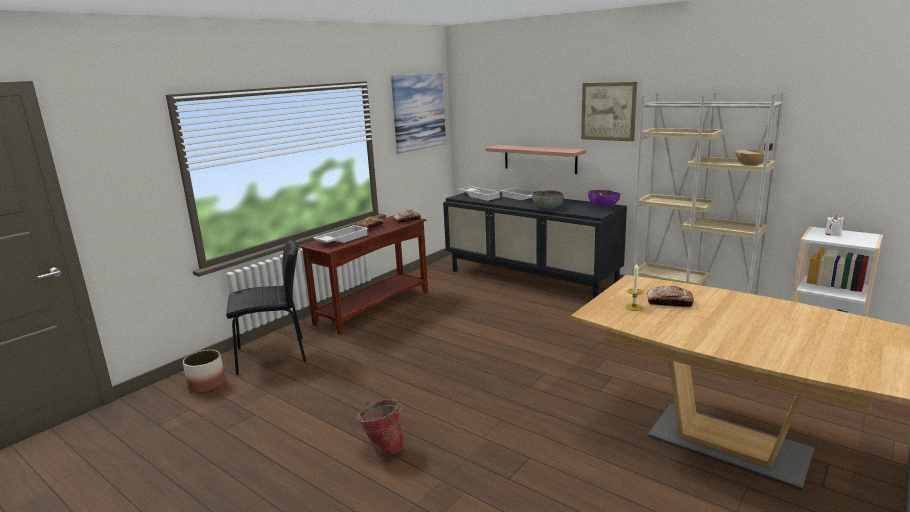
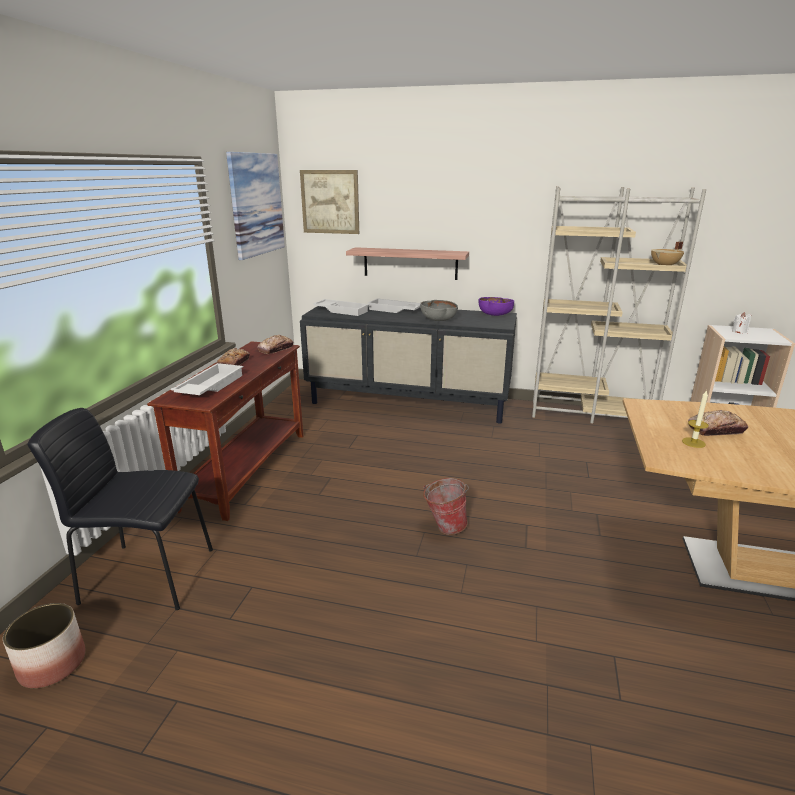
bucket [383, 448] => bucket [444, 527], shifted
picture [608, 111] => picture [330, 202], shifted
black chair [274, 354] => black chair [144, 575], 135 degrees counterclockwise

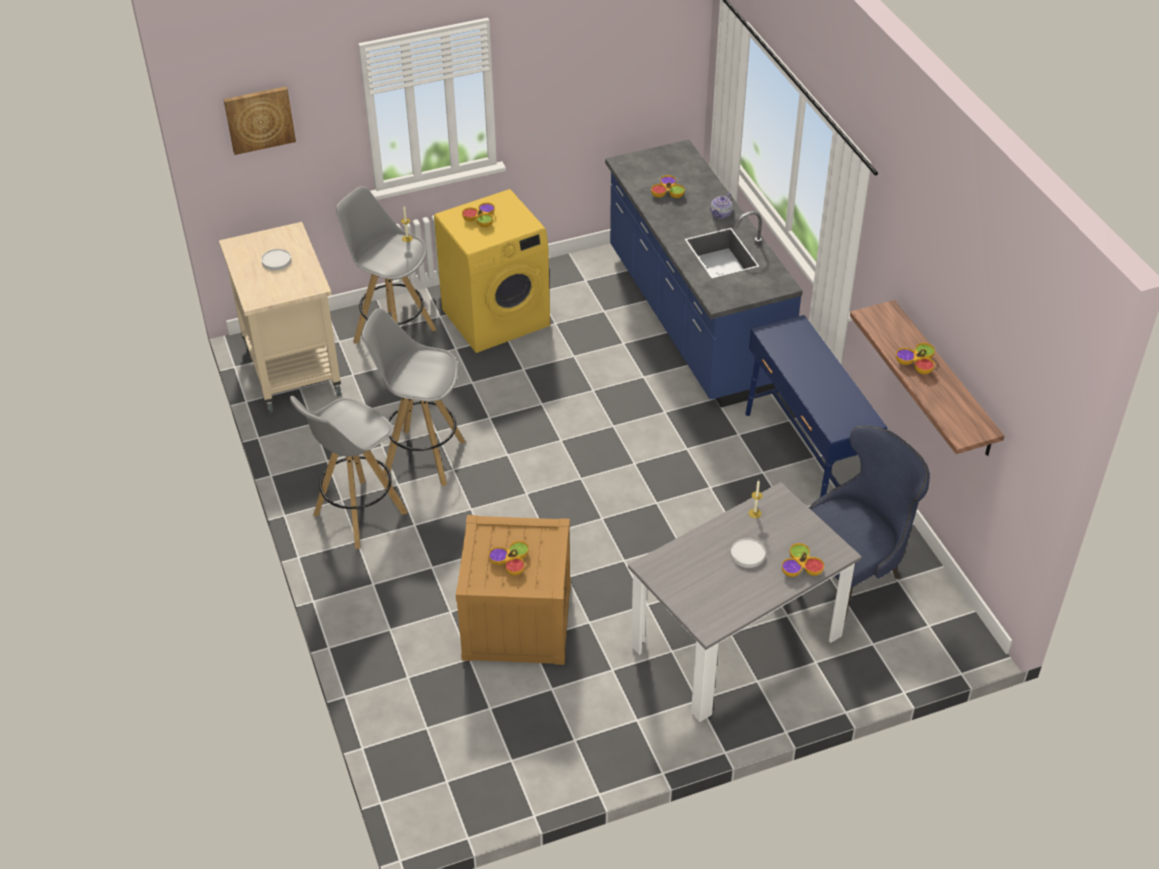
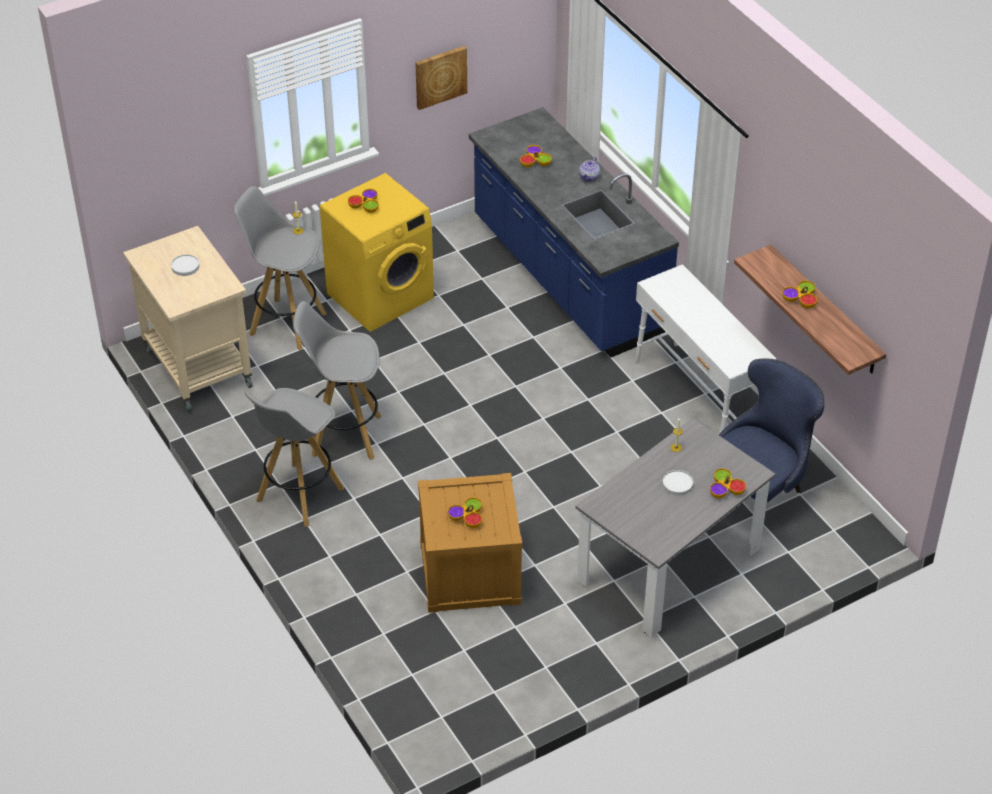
picture [259, 119] => picture [440, 76], shifted
blue console table [804, 460] => white console table [696, 397]

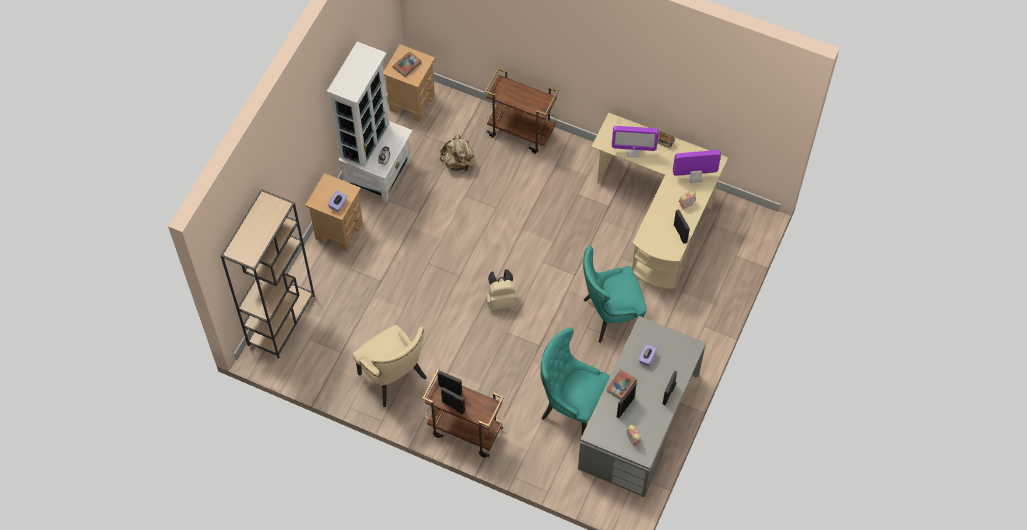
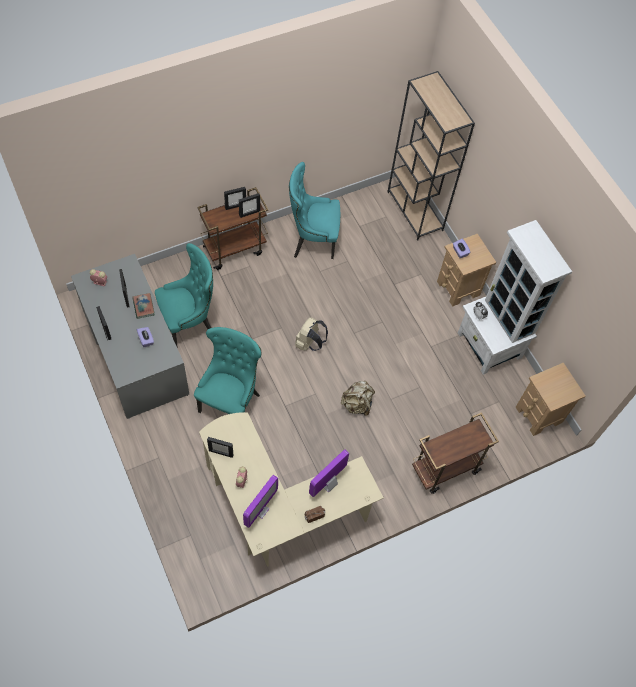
book [407, 65] => nothing
beige backpack [458, 162] => beige backpack [357, 404], shifted
beige chair [393, 378] => turquoise chair [312, 240]

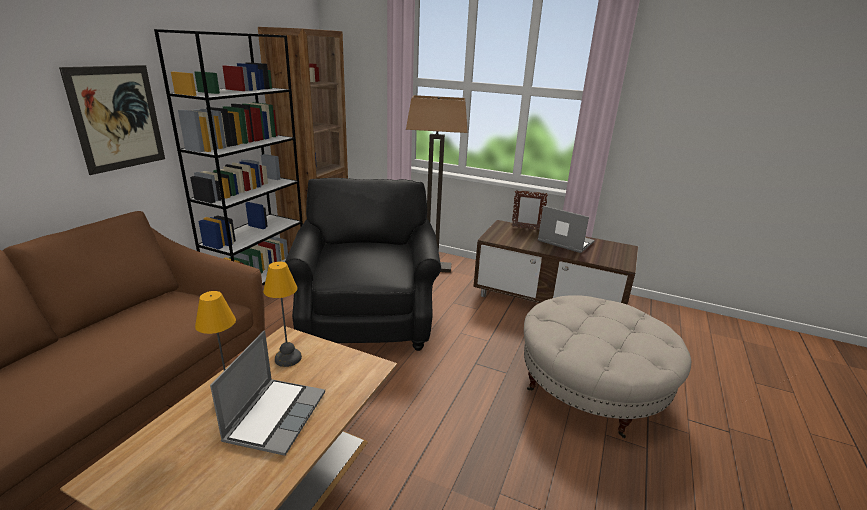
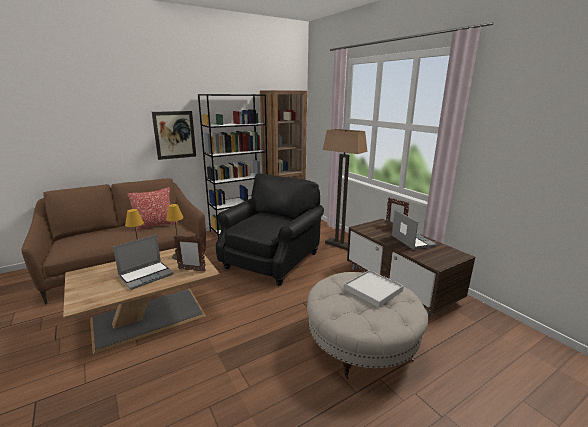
nothing => pillow [155, 226]
nothing => picture frame [191, 270]
nothing => white tray [373, 290]

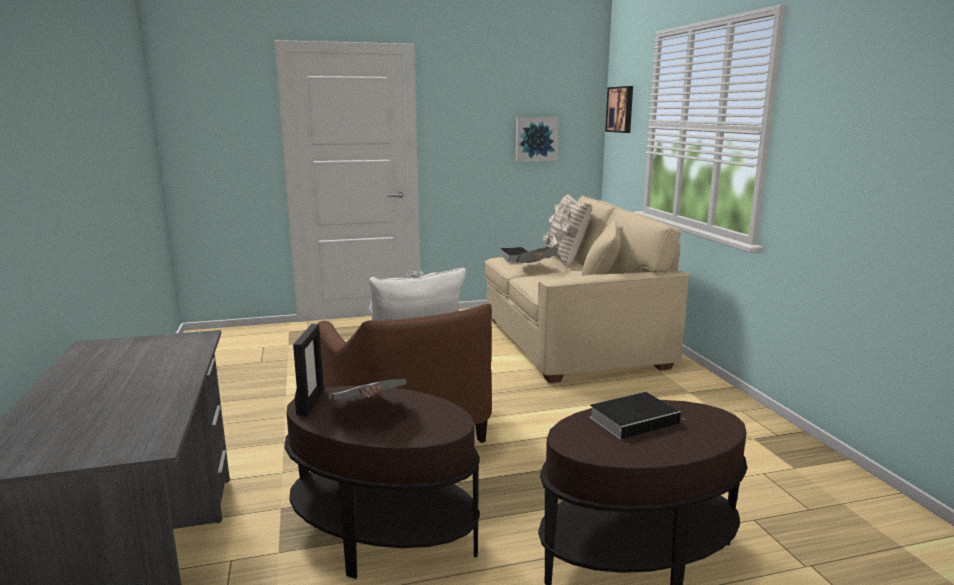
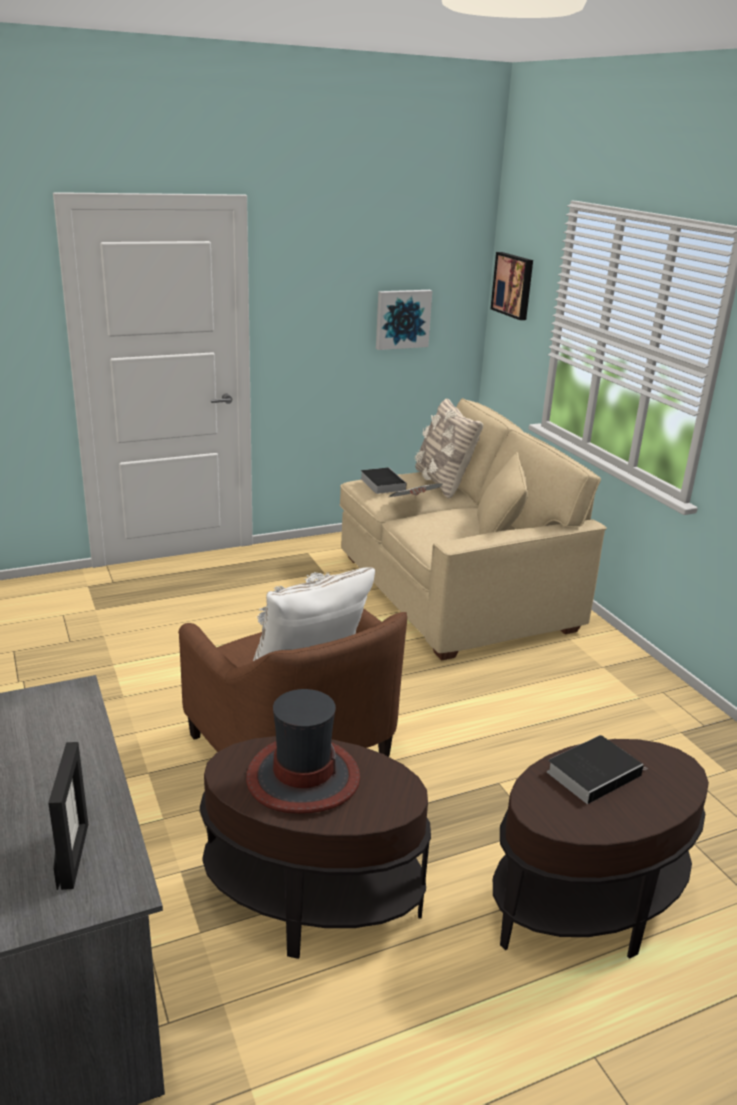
picture frame [310, 402] => picture frame [73, 855], shifted
newspaper [368, 410] => hat [302, 777]

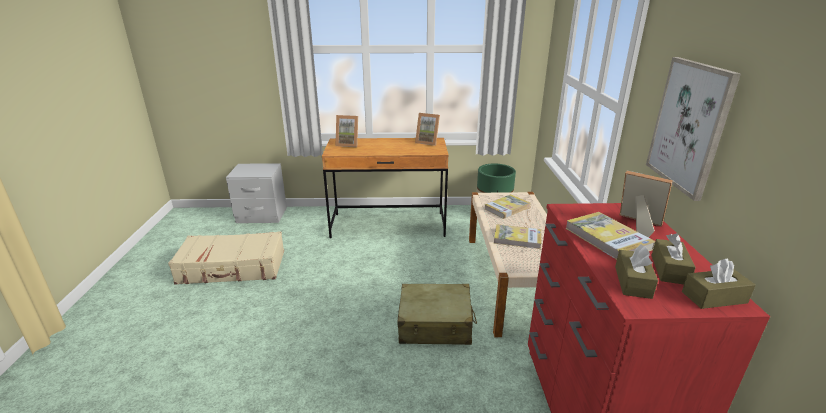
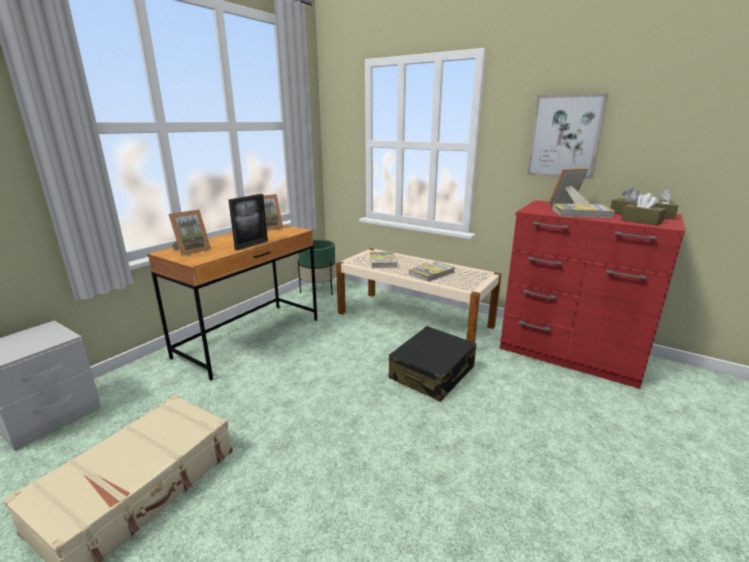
nothing => picture frame [251, 245]
beige suitcase [435, 324] => black suitcase [432, 373]

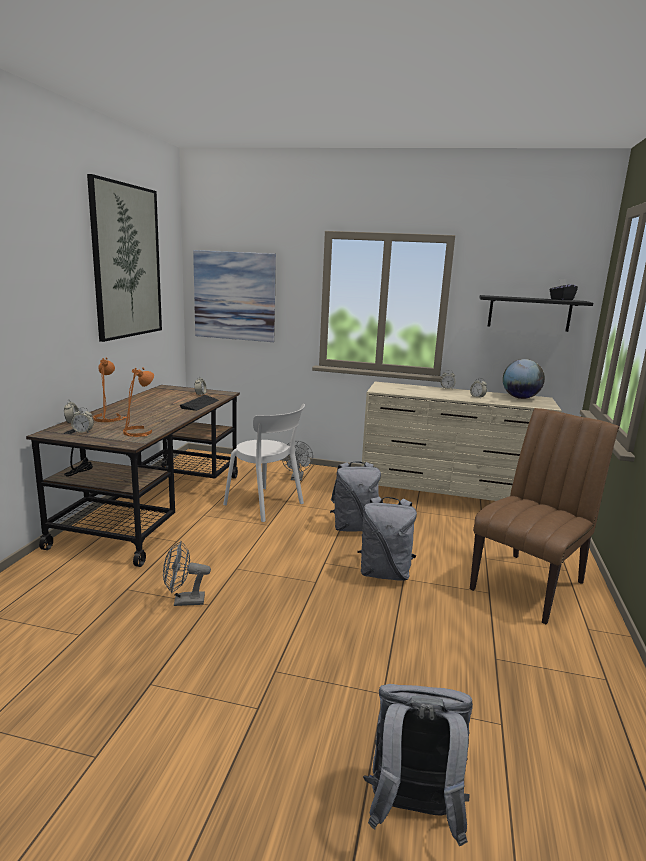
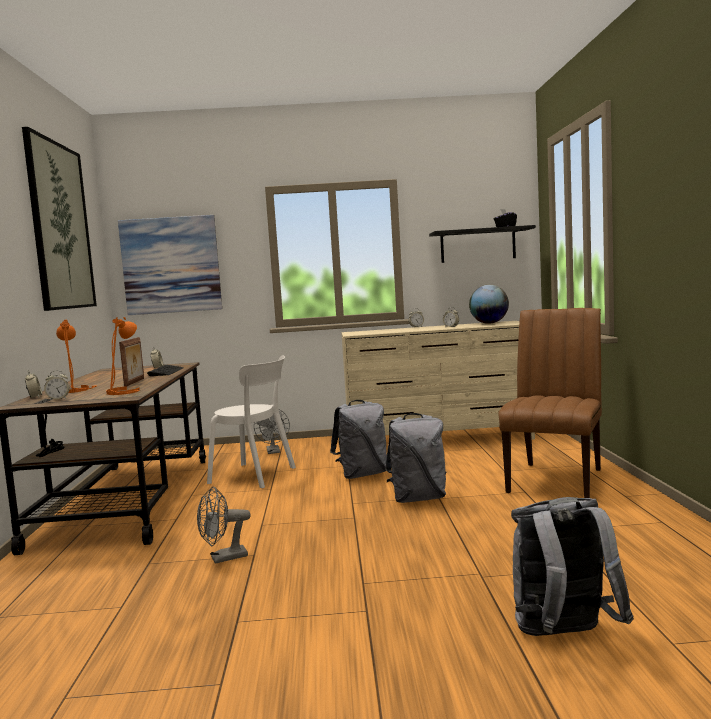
nothing => picture frame [135, 382]

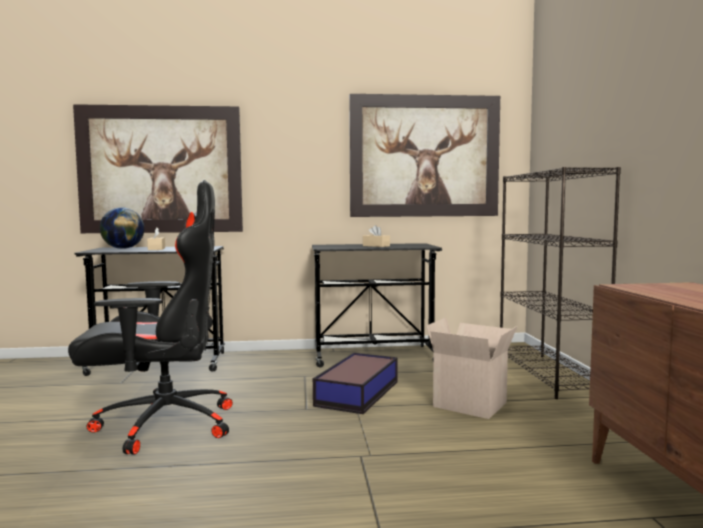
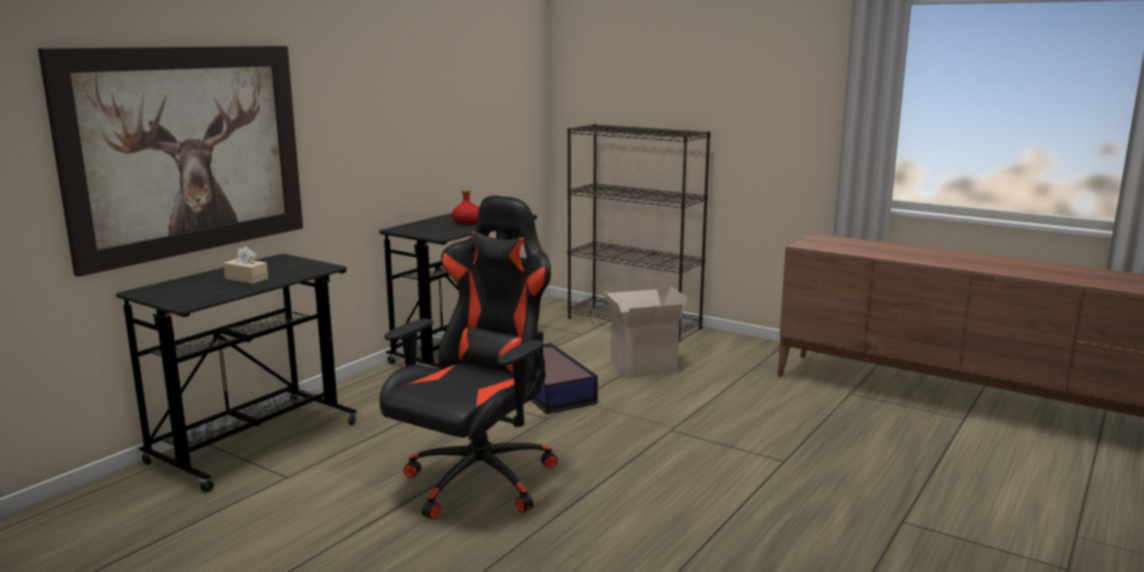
globe [123, 248] => nothing
picture [424, 156] => nothing
beige tissue box [376, 246] => red bottle [467, 222]

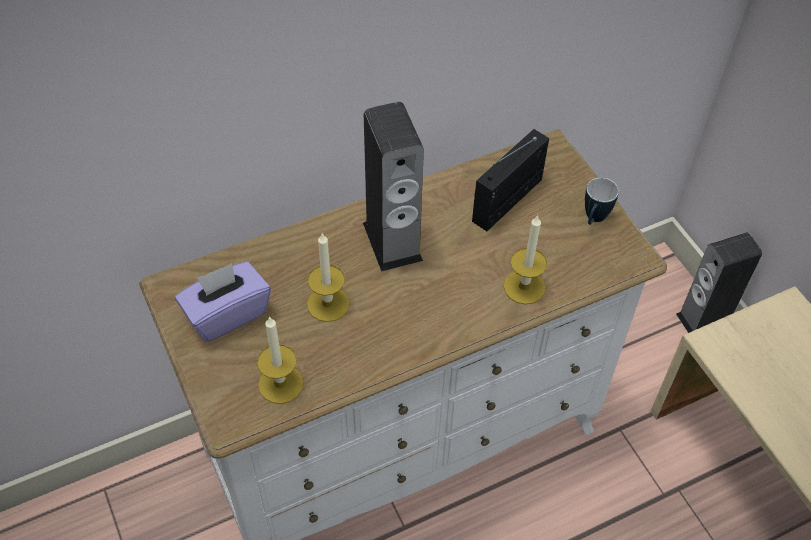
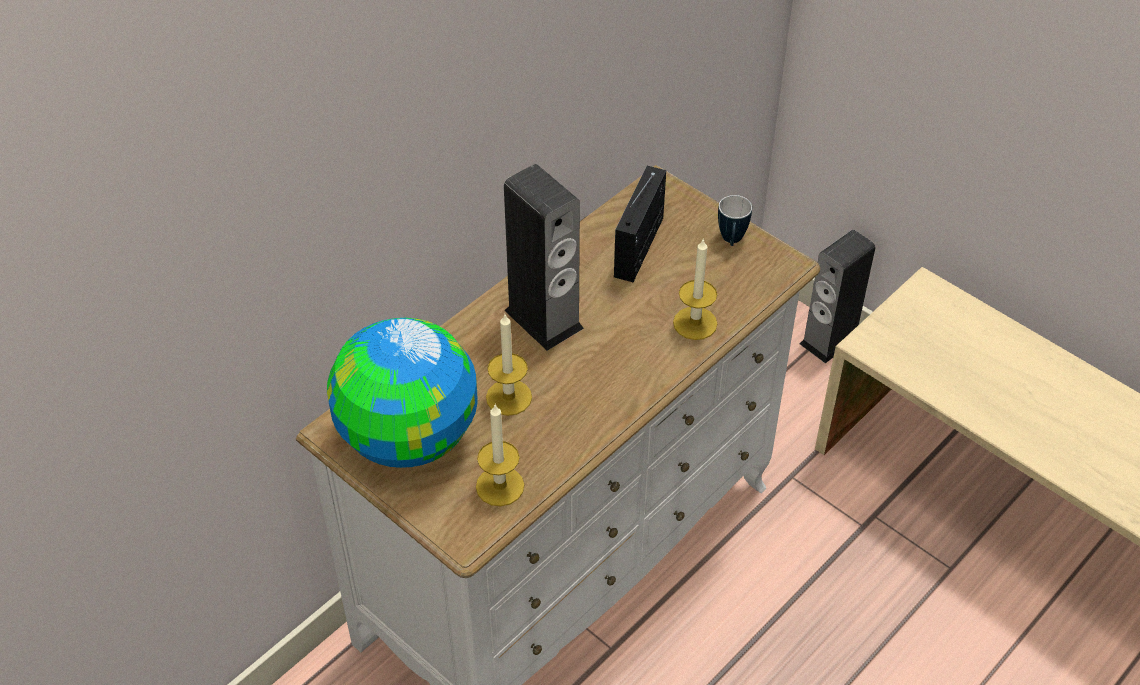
purple tissue box [226, 314] => globe [409, 438]

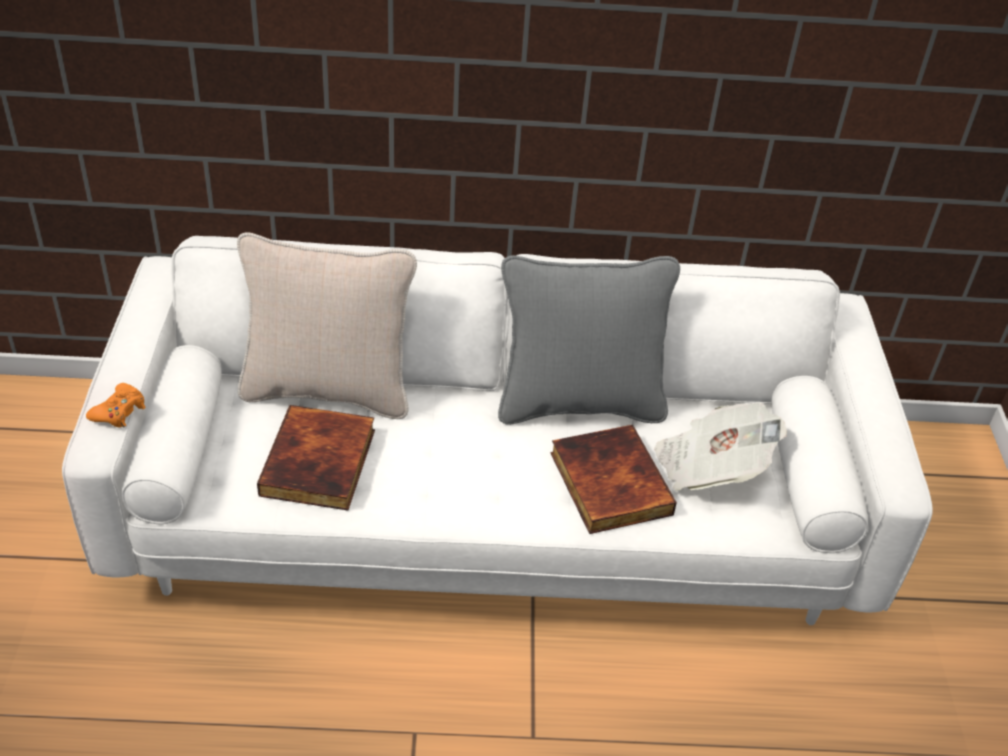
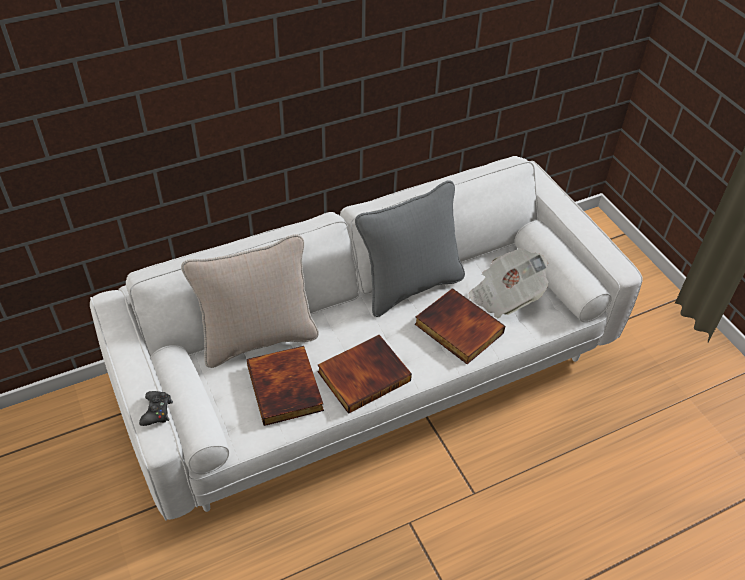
nothing => book [363, 375]
orange game controller [119, 411] => black game controller [157, 411]

